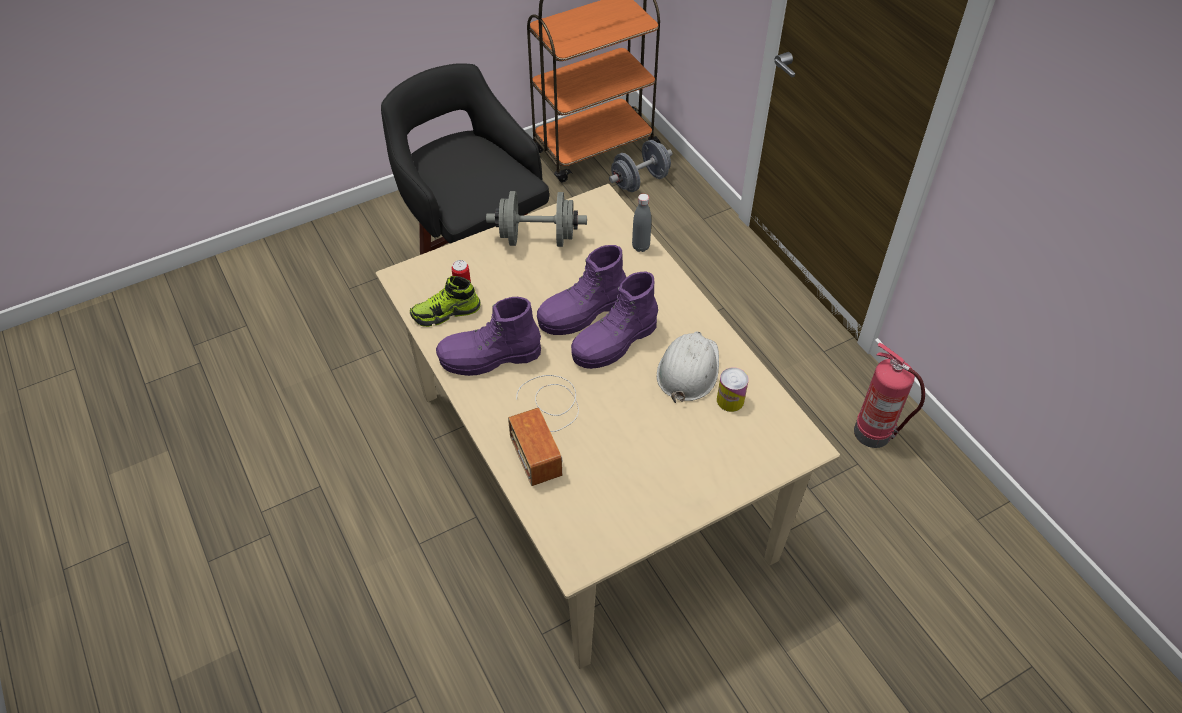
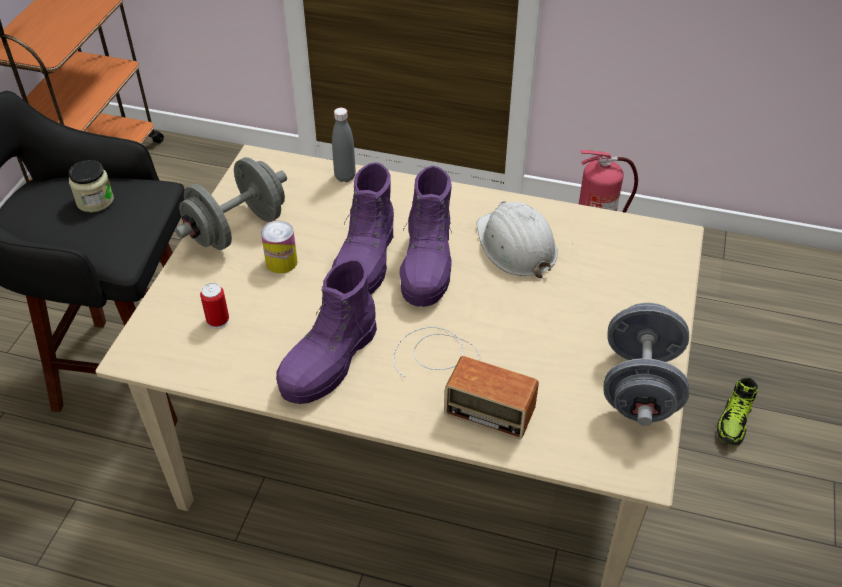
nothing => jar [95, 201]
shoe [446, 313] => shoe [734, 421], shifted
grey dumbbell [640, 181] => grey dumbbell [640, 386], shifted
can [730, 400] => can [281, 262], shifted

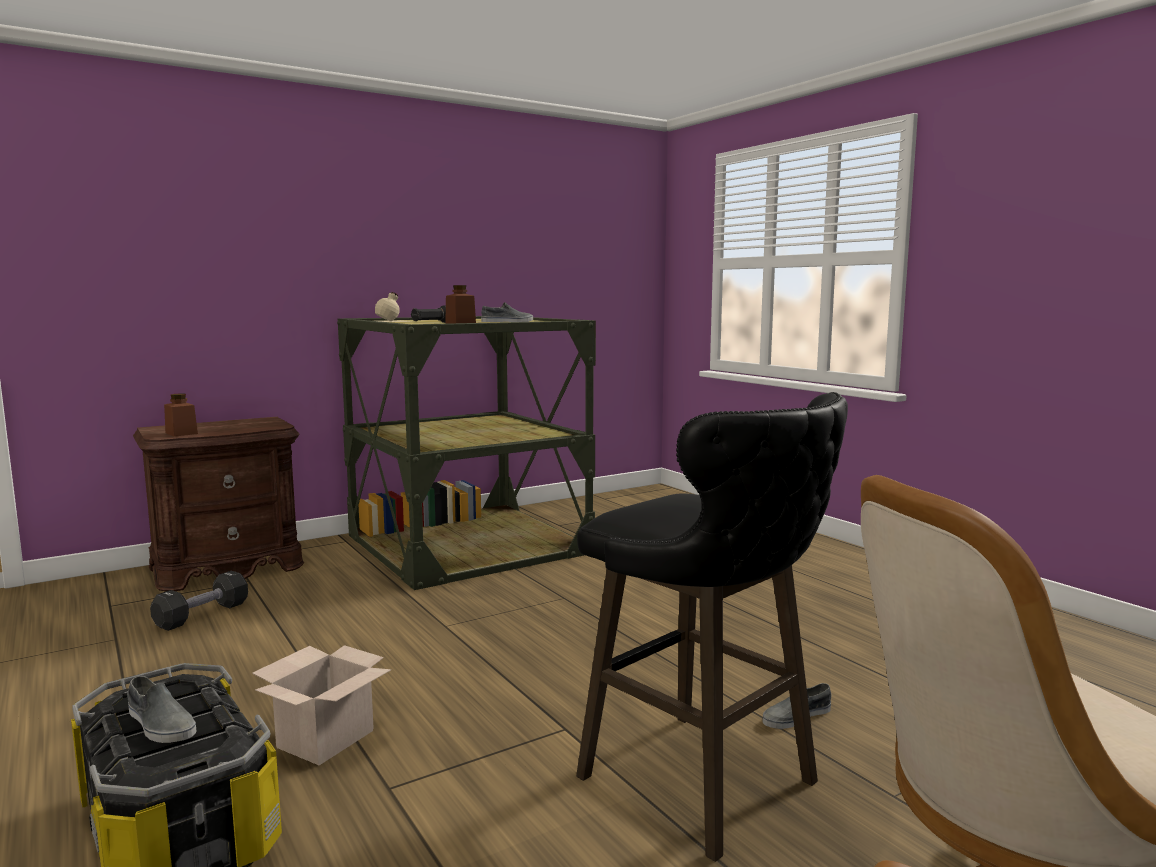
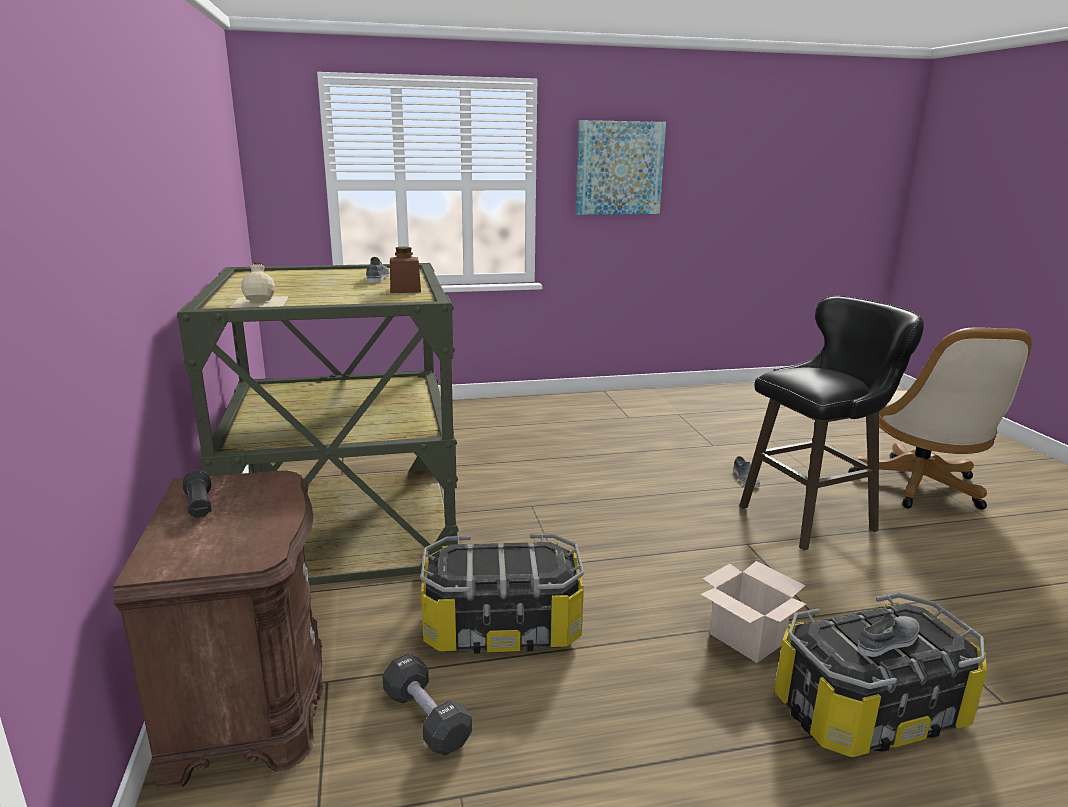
brown jar [181, 433] => nothing
nothing => storage box [501, 628]
nothing => picture [619, 168]
black flashlight [431, 323] => black flashlight [199, 507], shifted

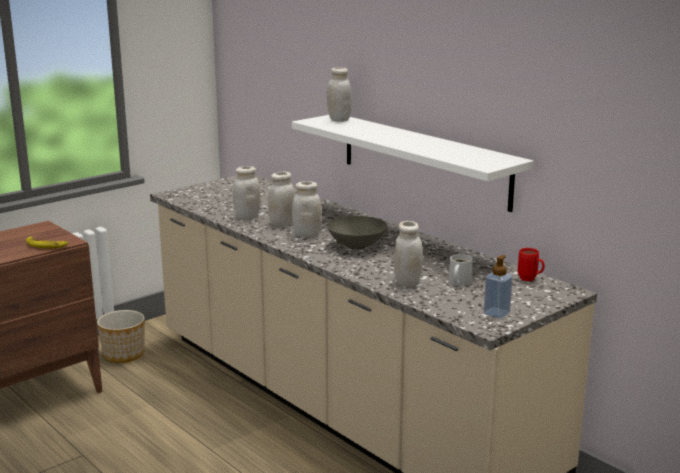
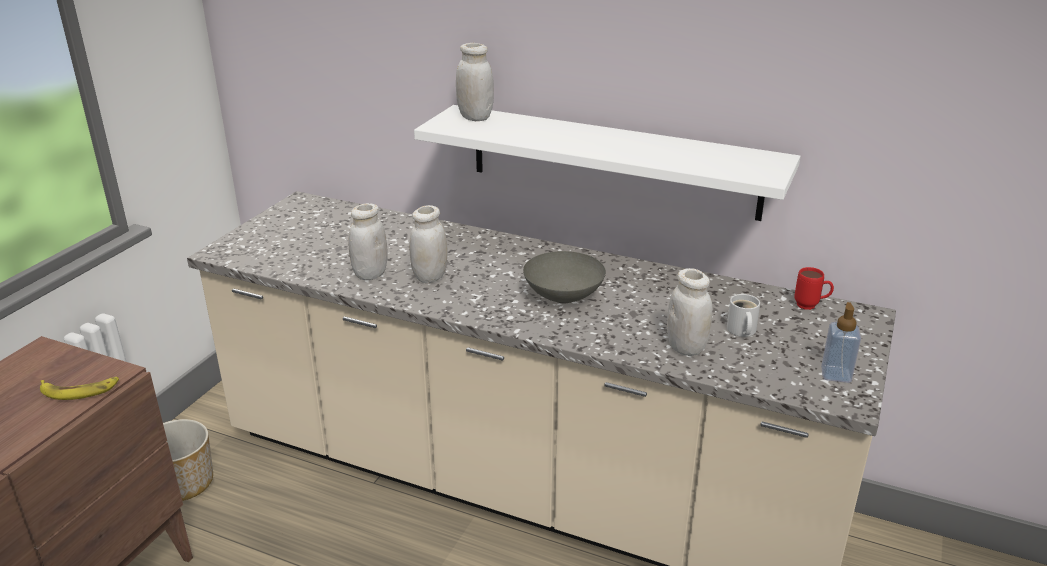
white jar [307, 235] => nothing

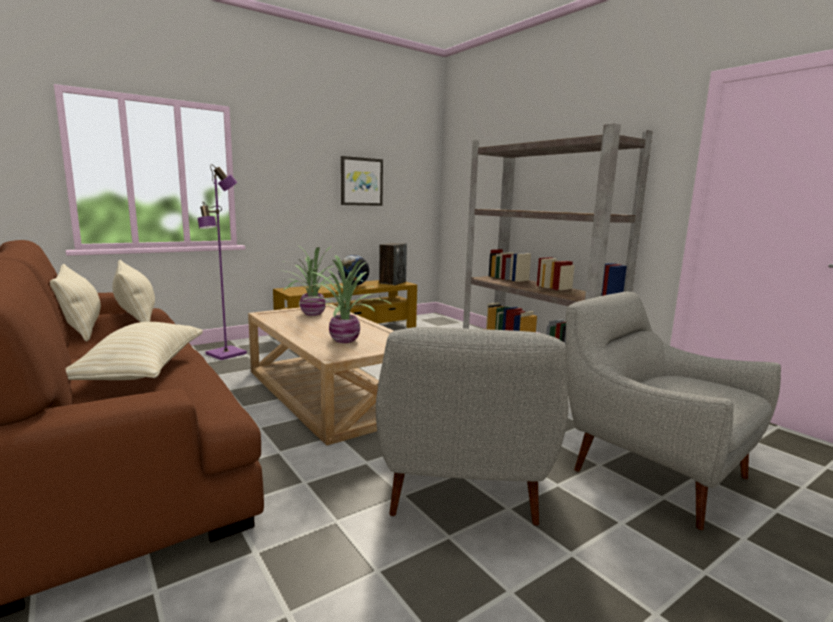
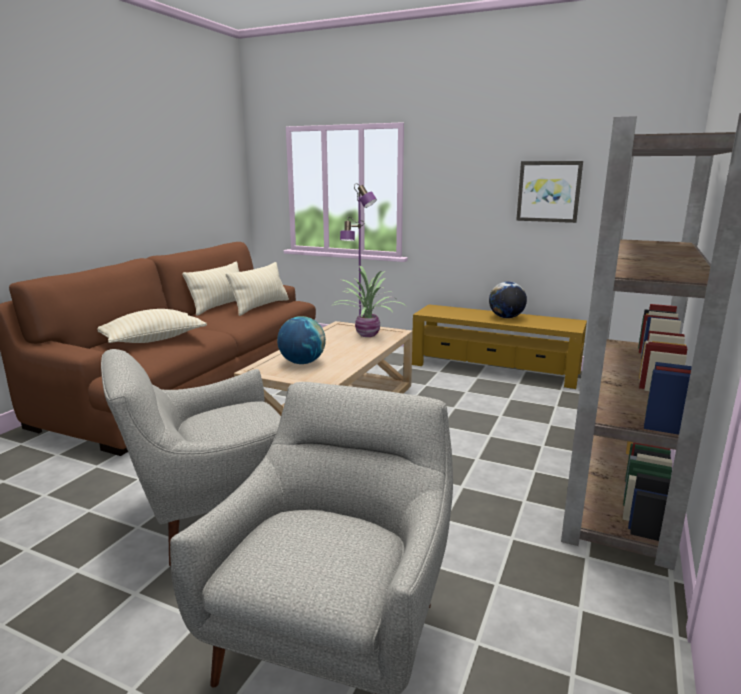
speaker [392, 282] => nothing
potted plant [343, 341] => globe [302, 362]

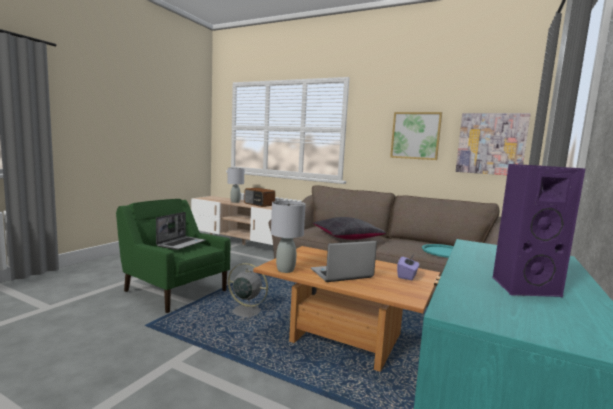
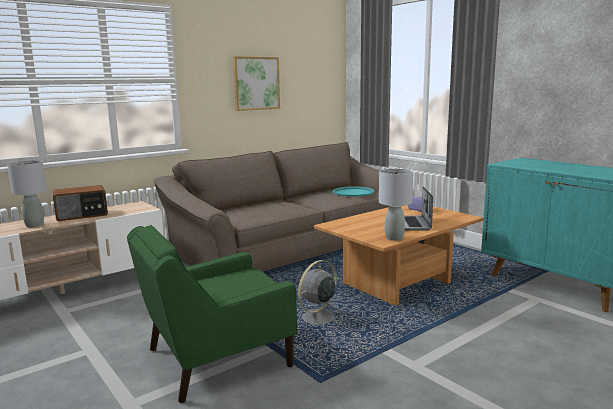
laptop [181, 243] => nothing
black pillow [347, 237] => nothing
picture [491, 144] => nothing
purple speaker [522, 287] => nothing

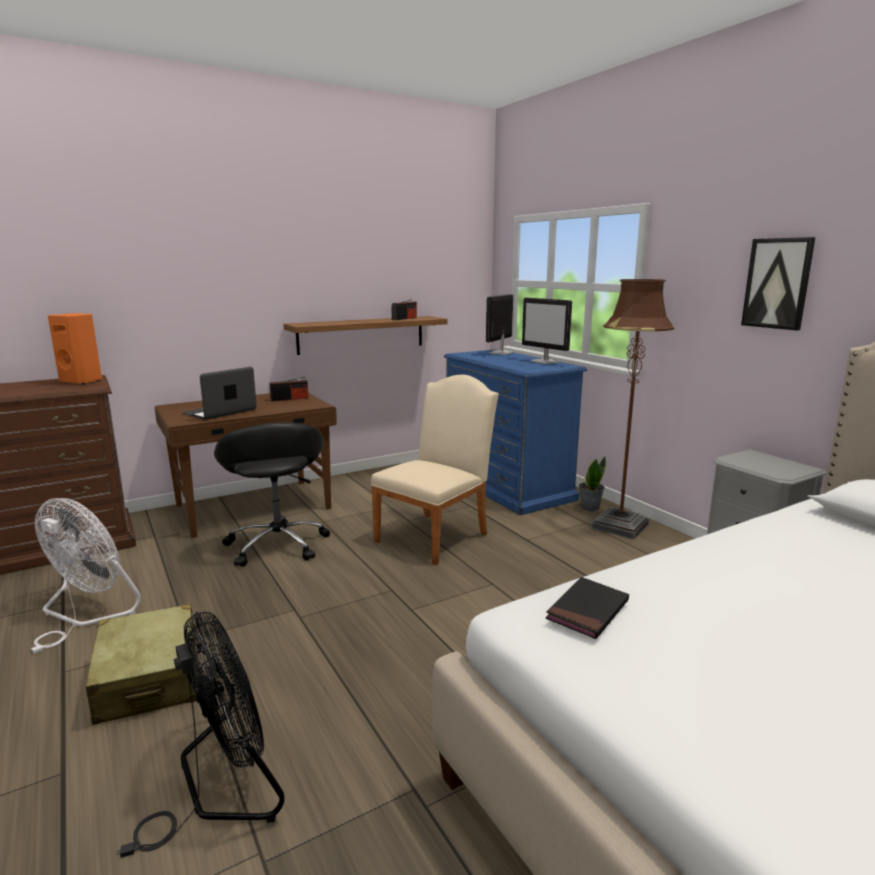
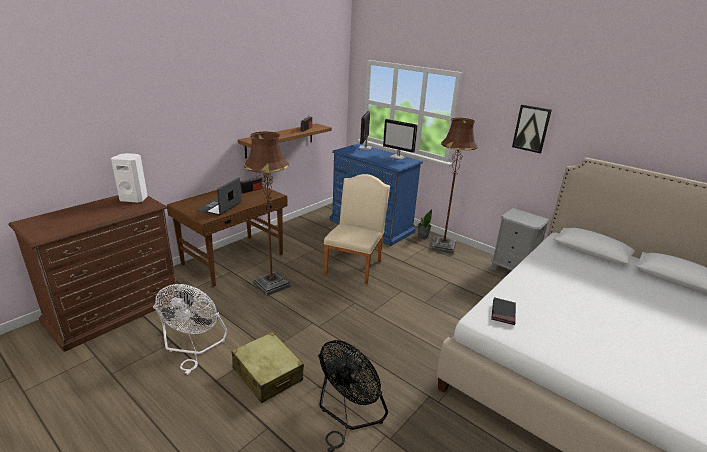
black office chair [278, 546] => brown floor lamp [271, 285]
orange speaker [83, 381] => white speaker [134, 199]

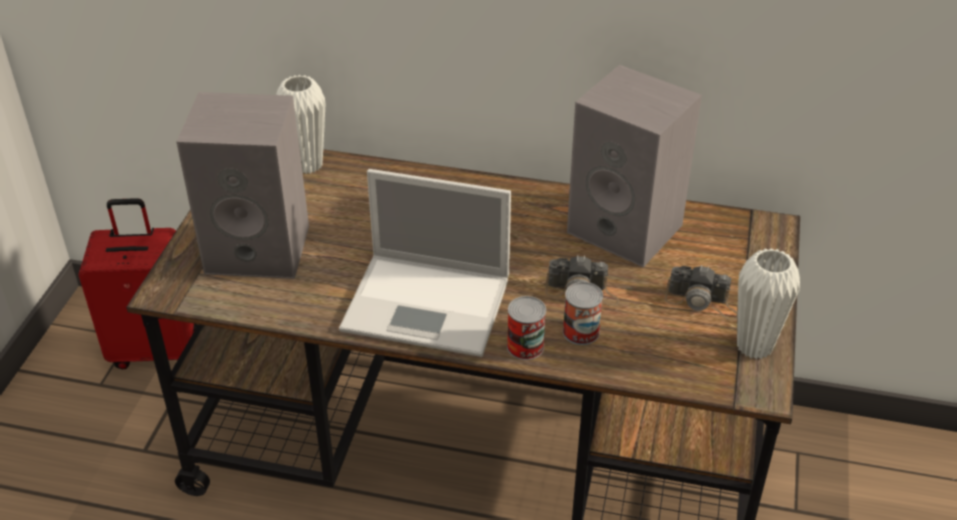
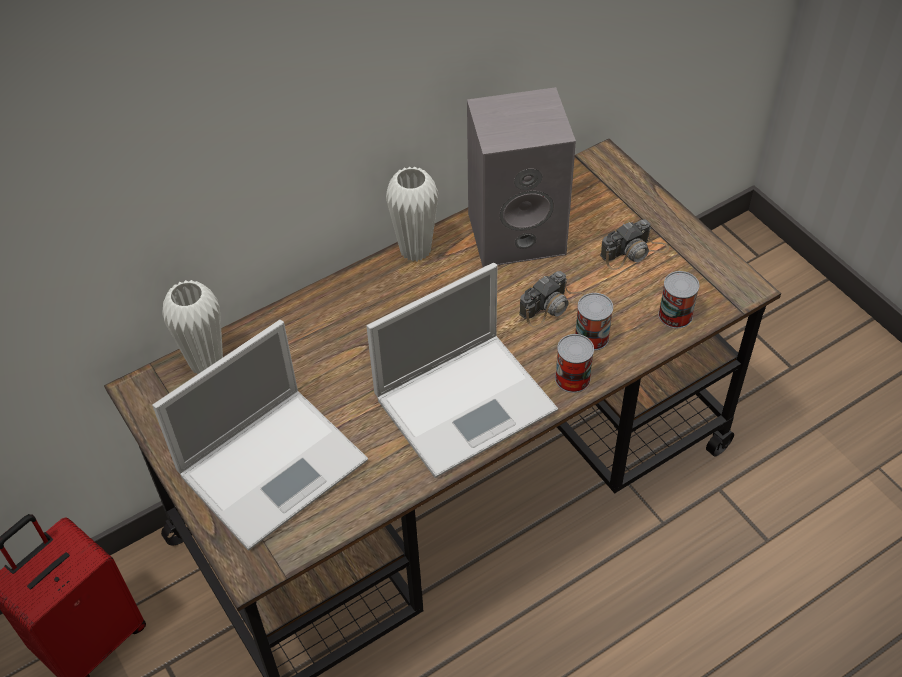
nothing => can [675, 315]
white vase [754, 346] => white vase [415, 250], shifted
grey speaker [261, 248] => laptop [275, 464]

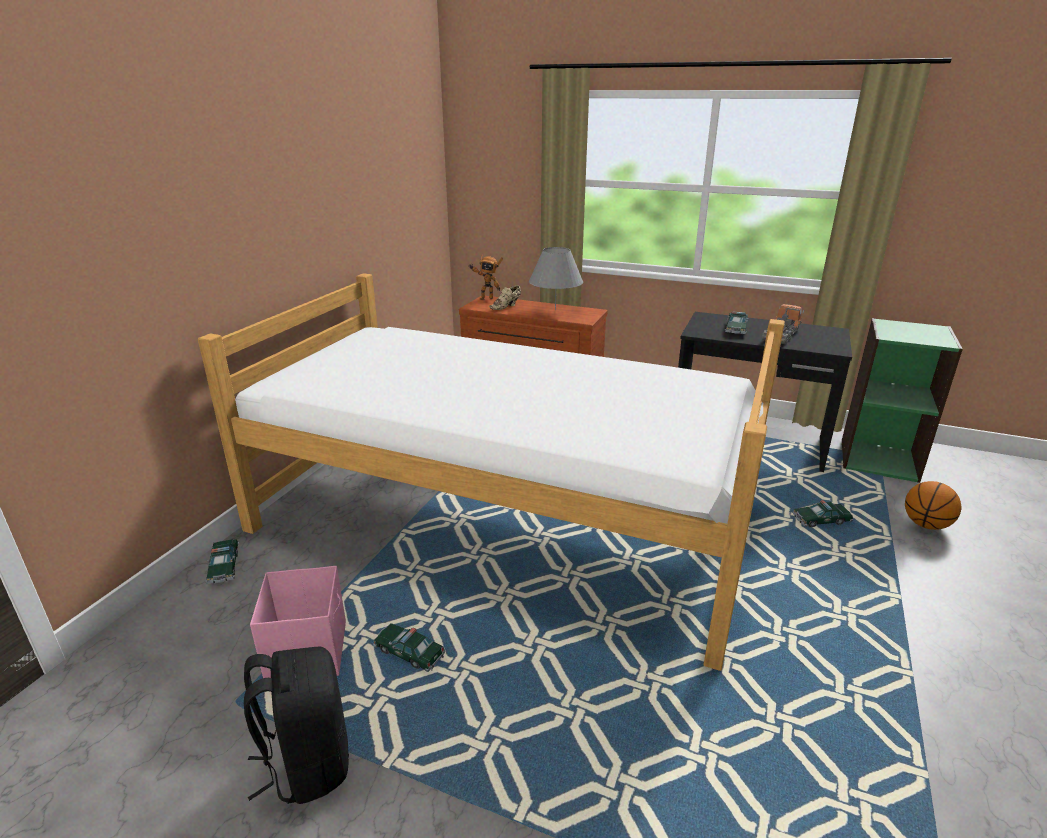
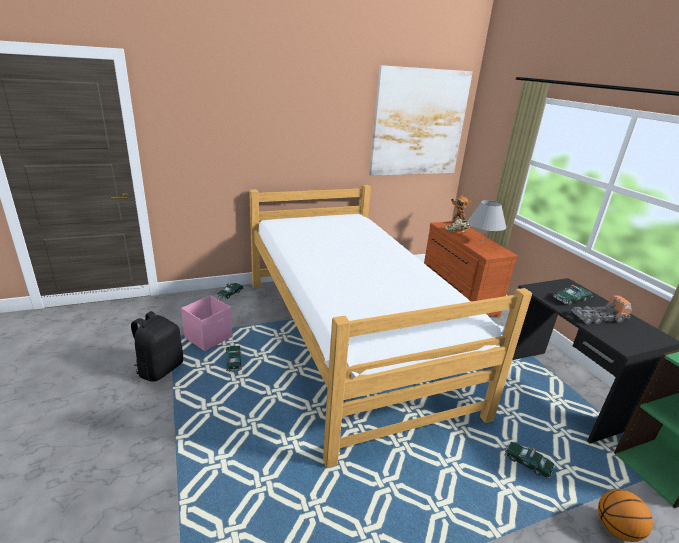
nothing => picture [419, 123]

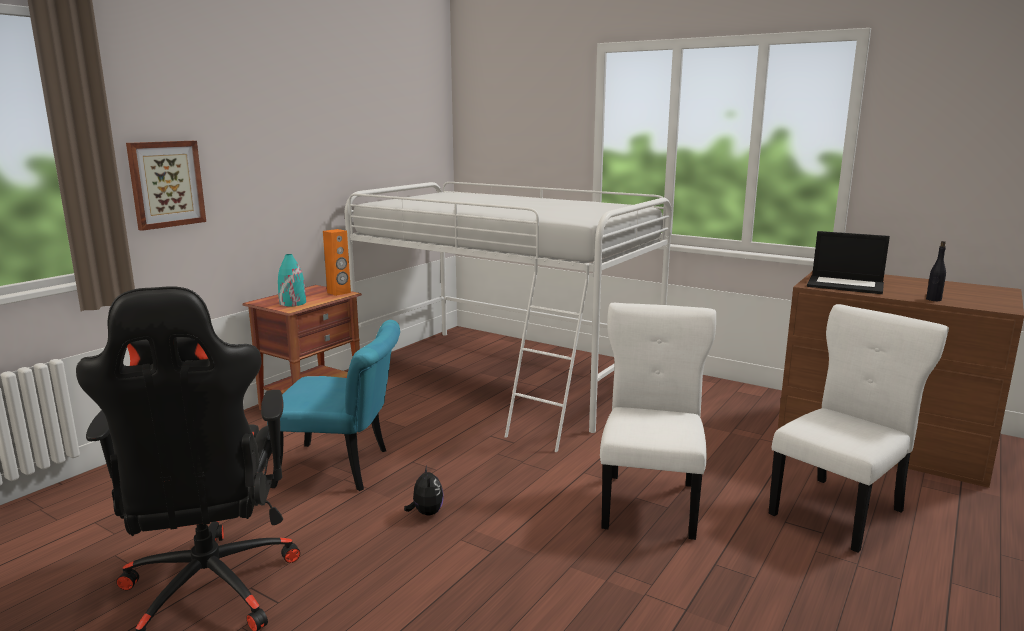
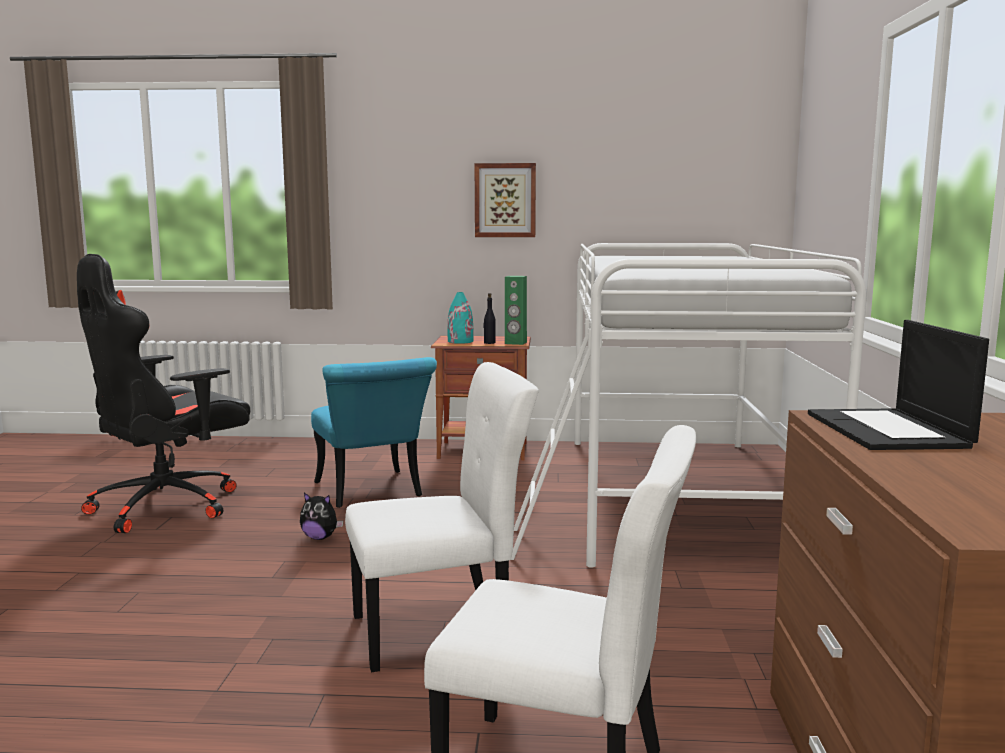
picture [166, 184] => picture [505, 200], shifted
black bottle [933, 299] => black bottle [489, 343], shifted
orange speaker [339, 292] => green speaker [515, 343]
plush toy [426, 513] => plush toy [320, 538], 60 degrees clockwise

